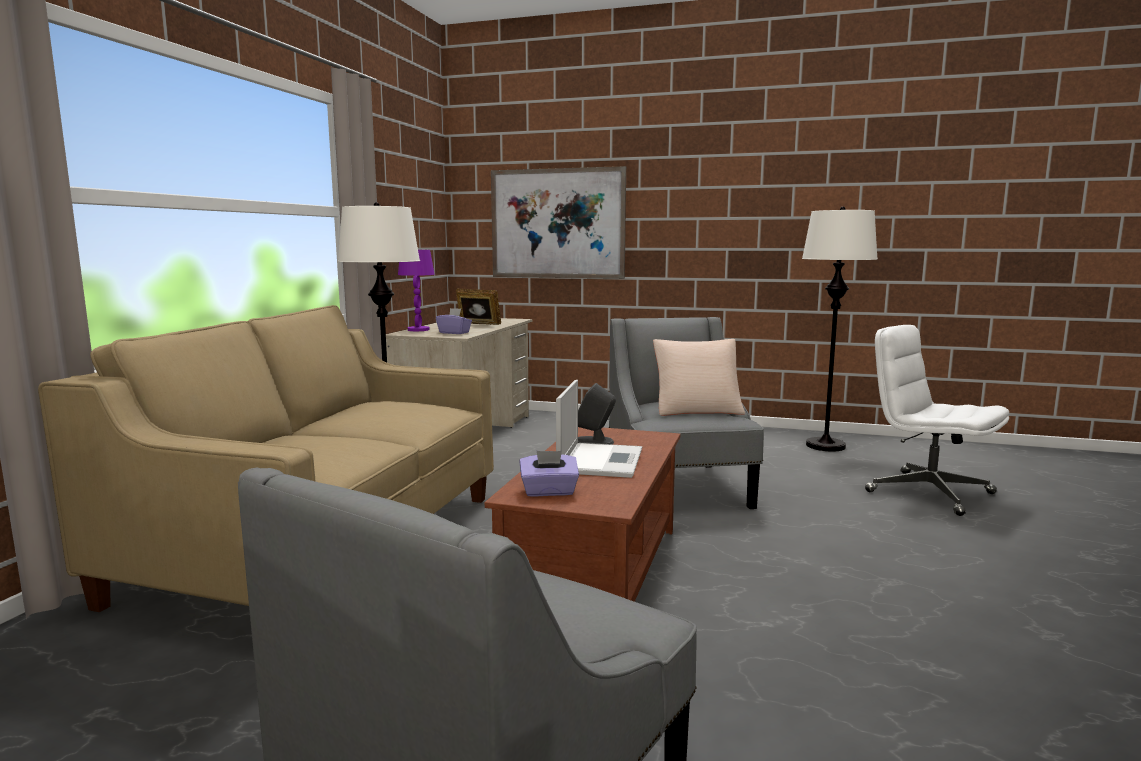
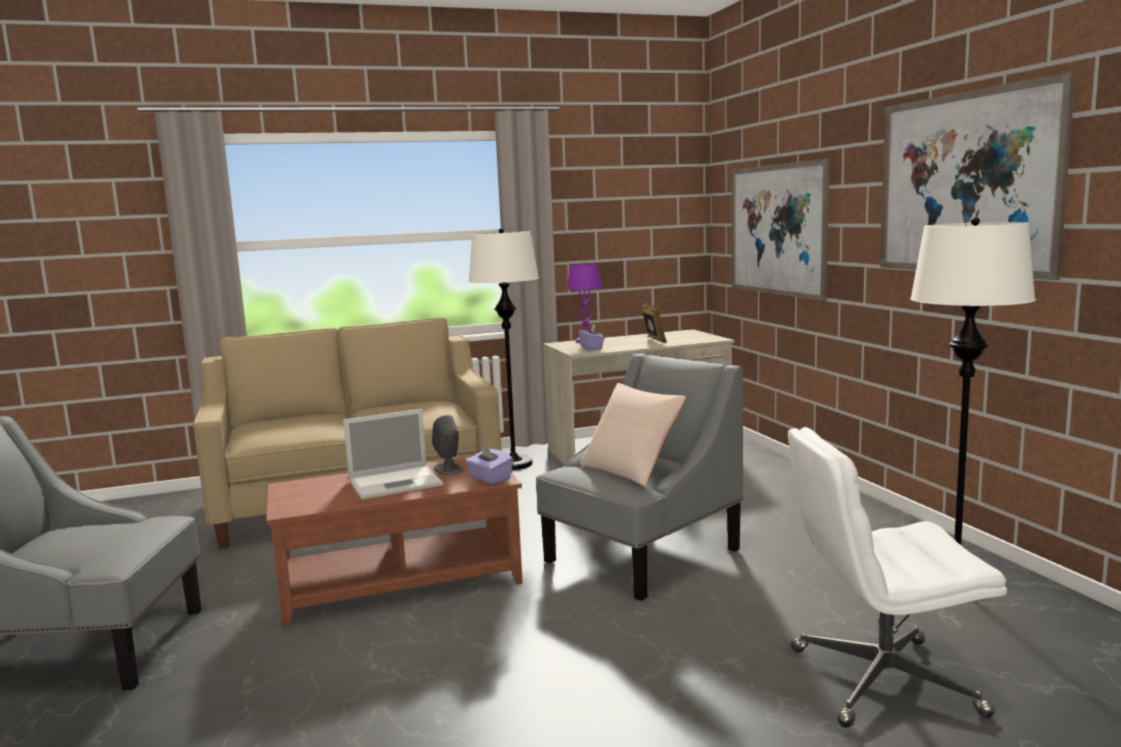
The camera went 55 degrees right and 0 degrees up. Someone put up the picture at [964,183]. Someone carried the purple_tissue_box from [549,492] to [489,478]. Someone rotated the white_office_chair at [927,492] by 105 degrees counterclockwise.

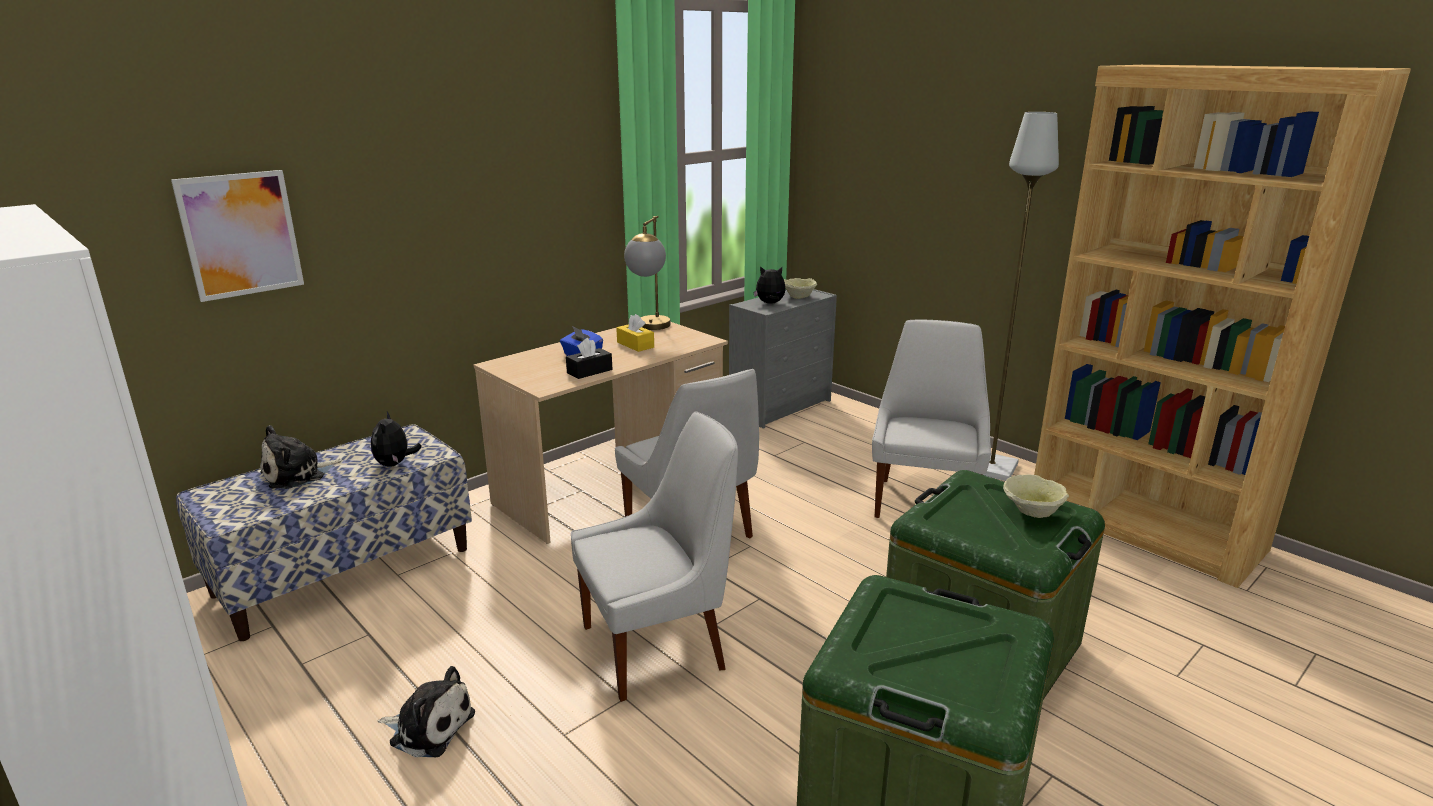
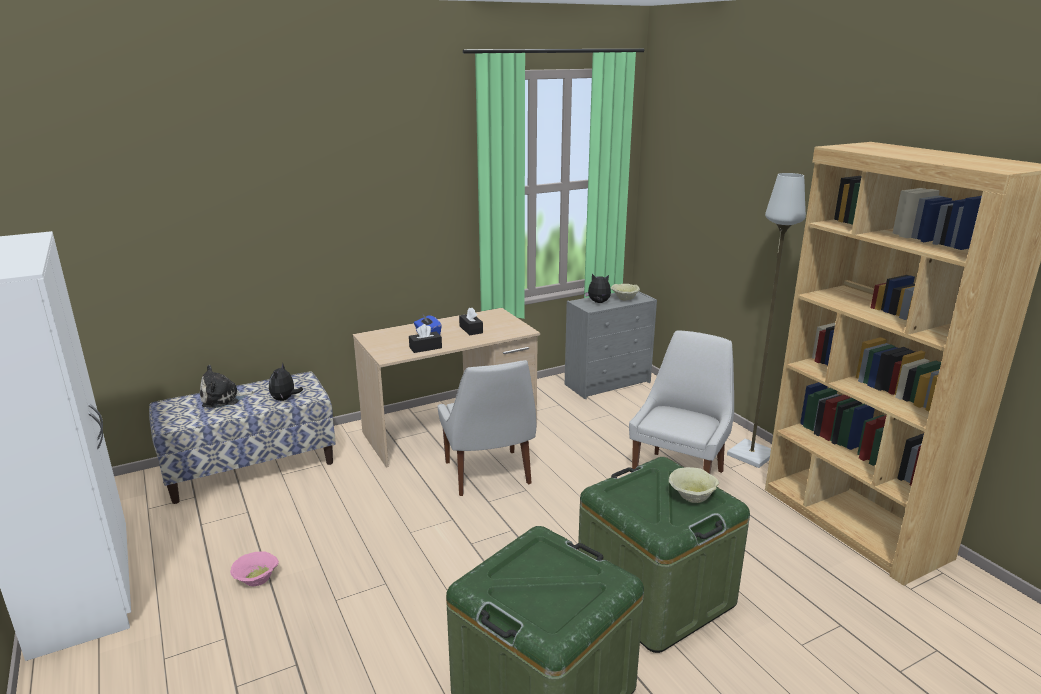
The camera went 15 degrees right and 0 degrees up. Someone took away the picture at [241,235]. Someone took away the white_chair at [659,646]. Someone took away the table_lamp at [650,328]. Someone swapped the plush_toy at [429,727] for the pink_bowl at [257,579]. Someone repainted the yellow_tissue_box at [635,345], which became the black_tissue_box at [471,329].

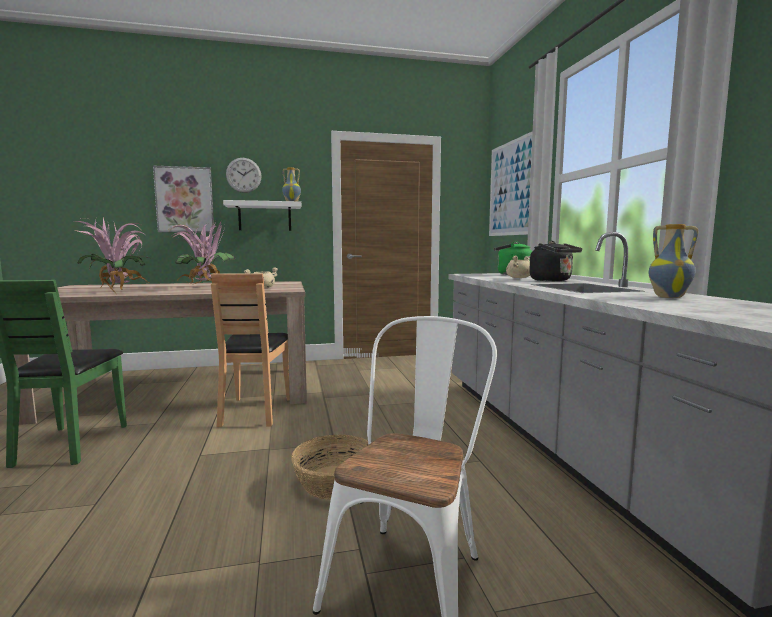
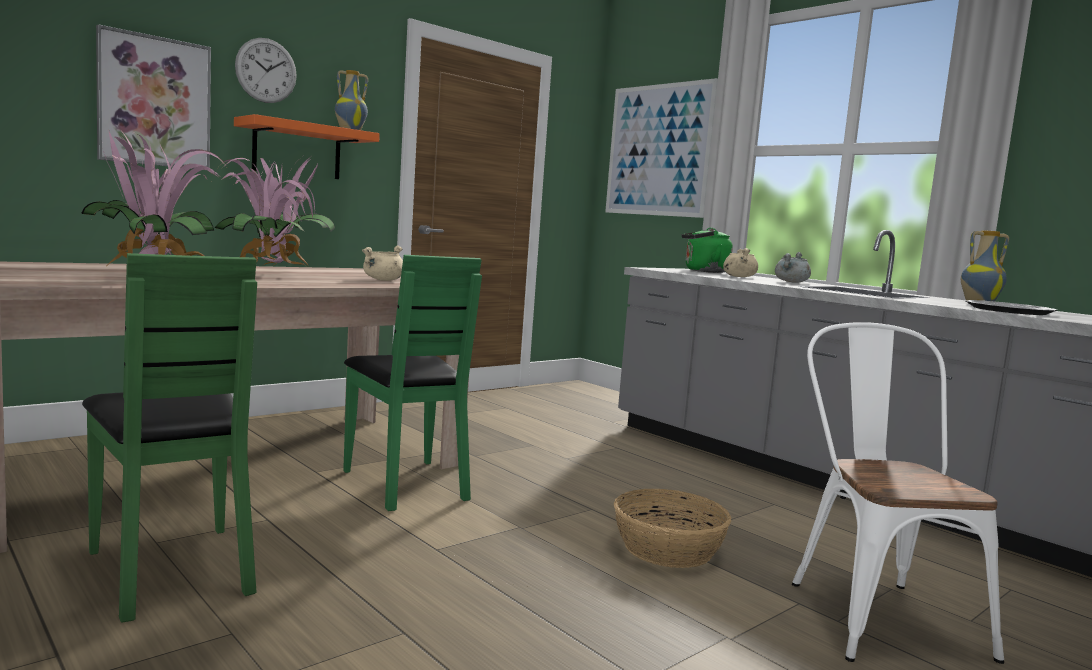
The camera went 30 degrees left and 0 degrees up. Someone put down the plate at [1009,311]. Someone swapped the black_kettle at [553,280] for the grey_cooking_pot at [791,282]. Someone repainted the brown_chair at [255,411], which became the green_chair at [406,484]. Someone repainted the white_shelf at [264,217], which became the orange_shelf at [297,150].

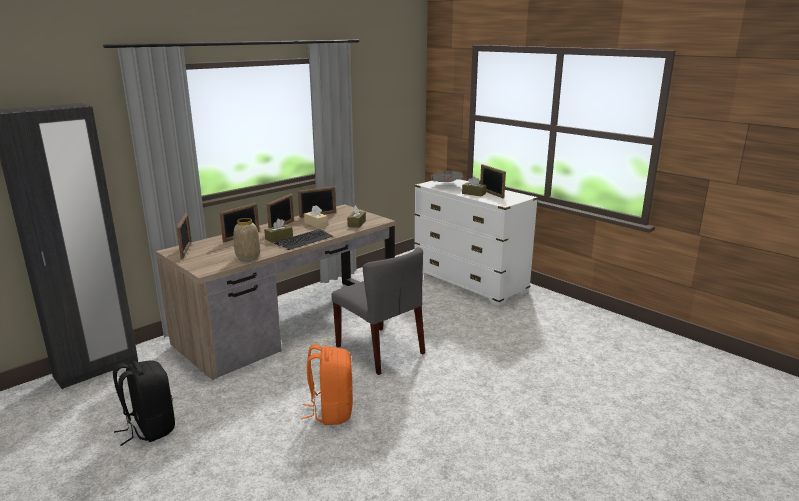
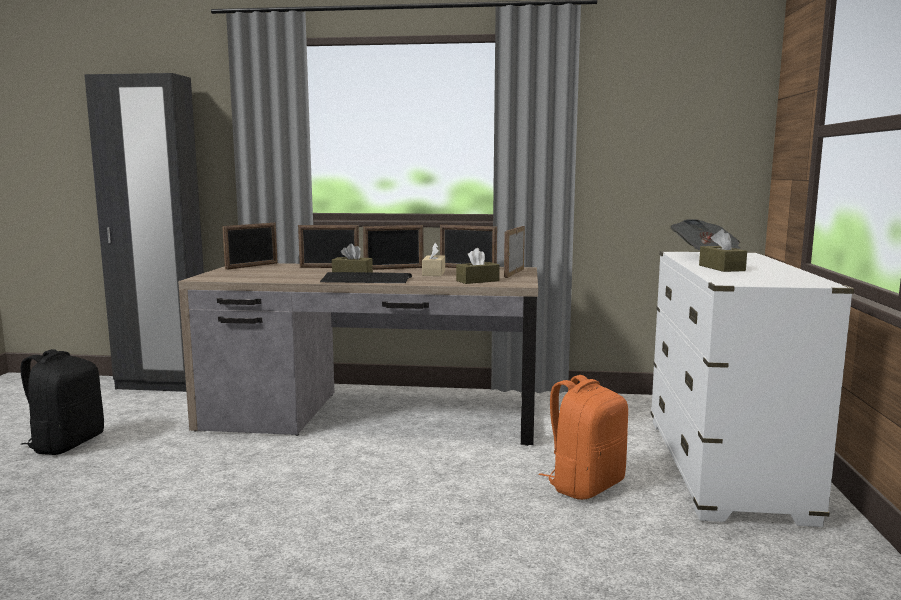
The camera went 50 degrees right and 10 degrees down. Someone took away the vase at [248,257]. Someone took away the grey_chair at [380,350]. Someone carried the orange_backpack from [331,412] to [584,485]. Someone carried the picture_frame from [491,194] to [514,273].

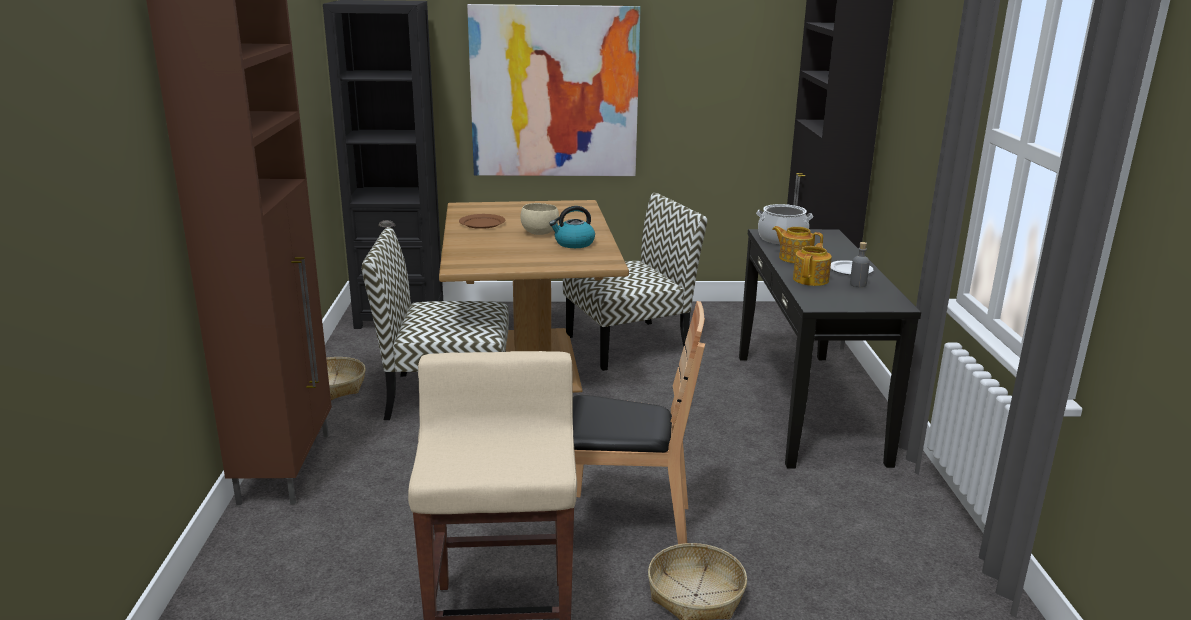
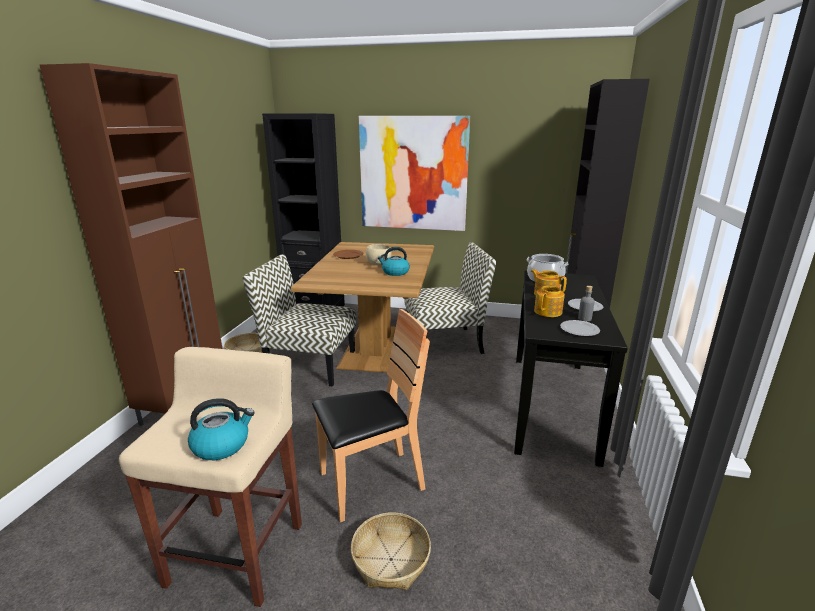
The camera went 15 degrees right and 0 degrees up. Someone put down the kettle at [222,445]. Someone put down the plate at [579,330]. Someone rotated the brown_chair at [625,524] by 45 degrees counterclockwise.

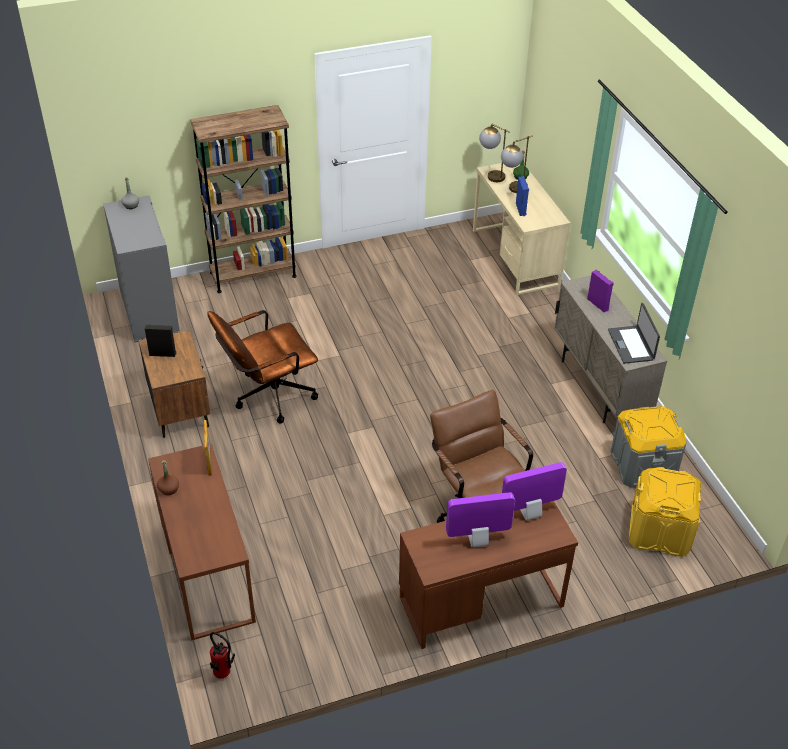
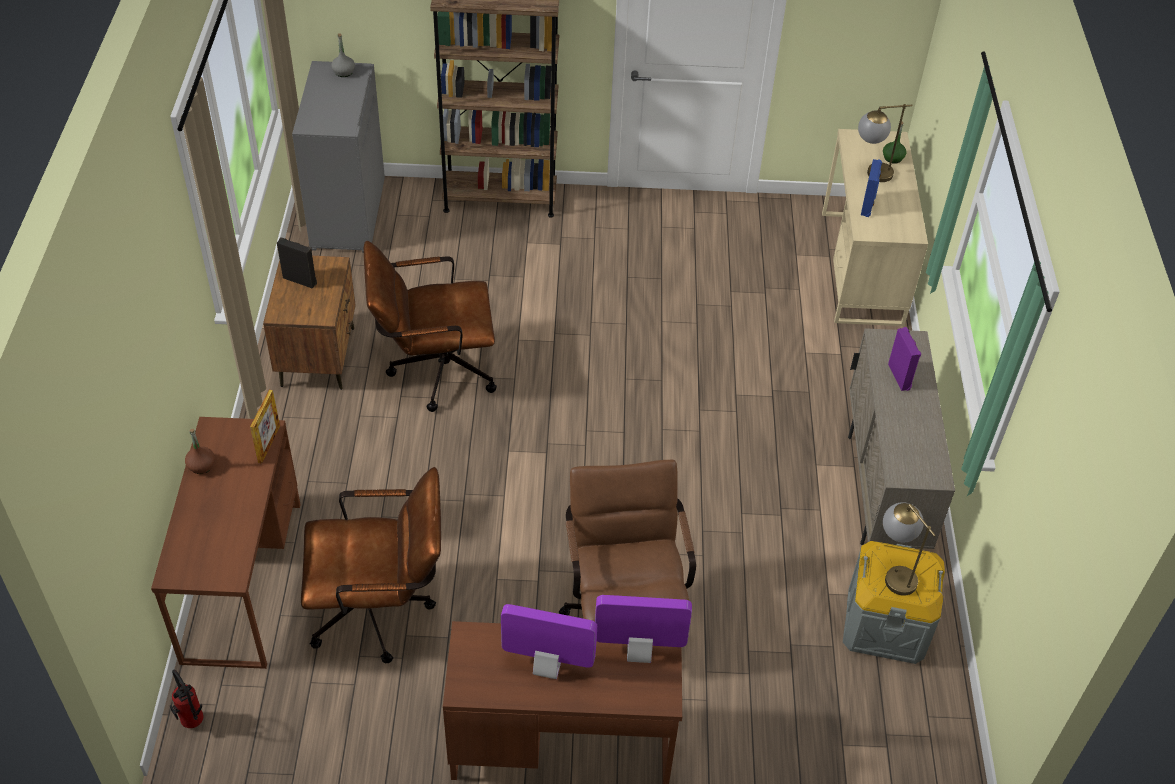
The camera went 20 degrees right and 5 degrees up. Someone took away the laptop at [631,345]. Someone took away the yellow_storage_box at [660,531]. Someone put down the brown_office_chair at [381,611]. Someone carried the table_lamp from [490,175] to [893,573].

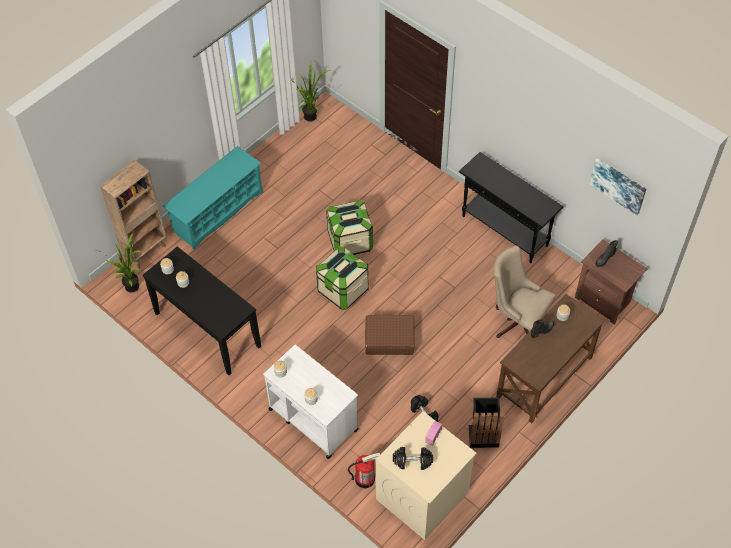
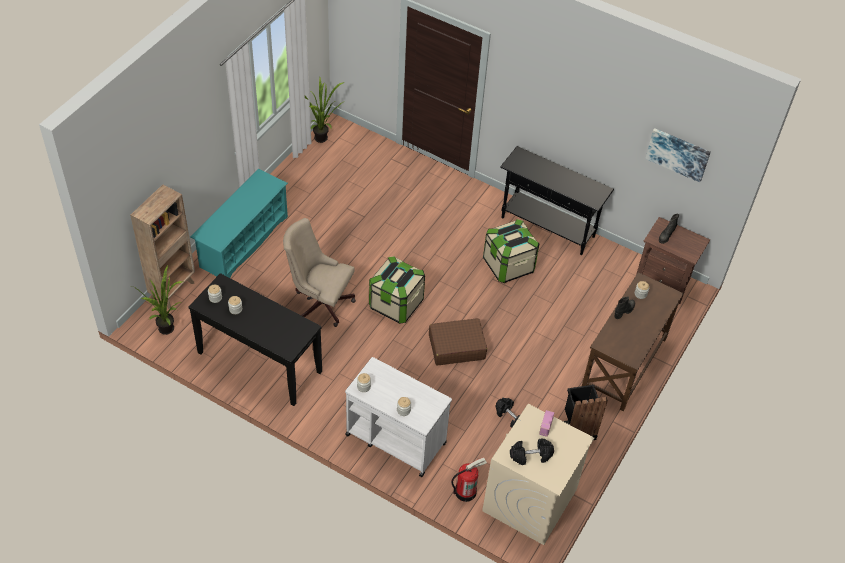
The camera went 15 degrees left and 5 degrees down. Someone carried the storage_box from [350,241] to [508,265]. Someone carried the beige_office_chair from [517,321] to [320,302].

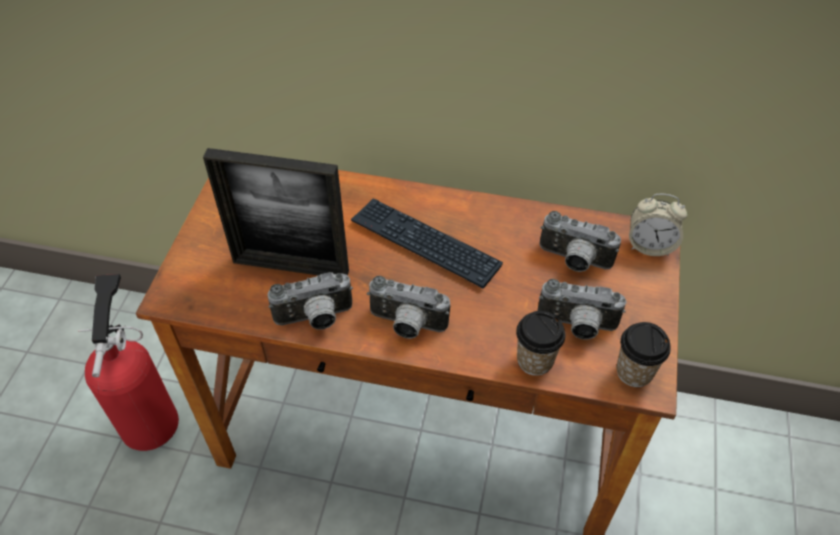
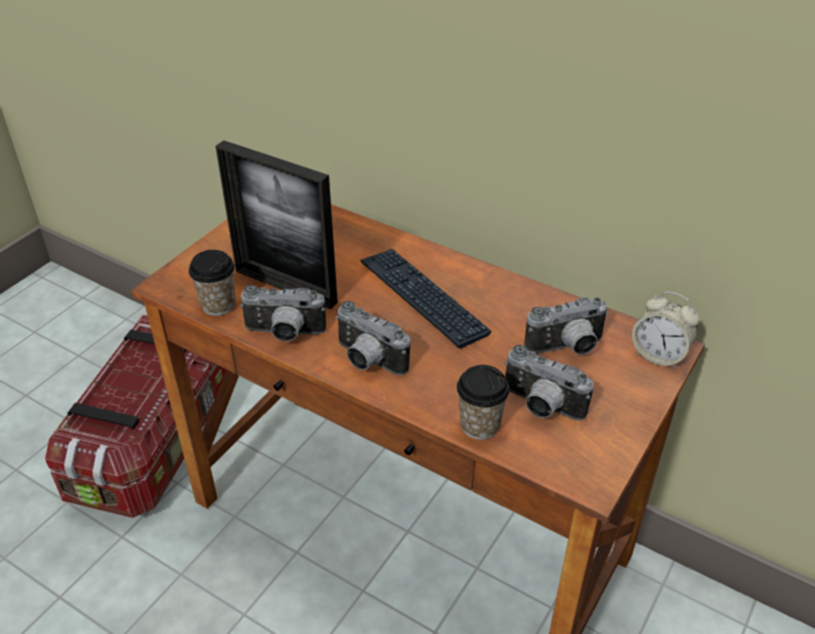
The camera went 20 degrees right and 10 degrees down. Someone carried the cup from [634,372] to [218,305]. Someone swapped the fire_extinguisher at [150,418] for the storage_box at [156,442]. Someone rotated the photo_camera at [573,261] by 60 degrees counterclockwise.

